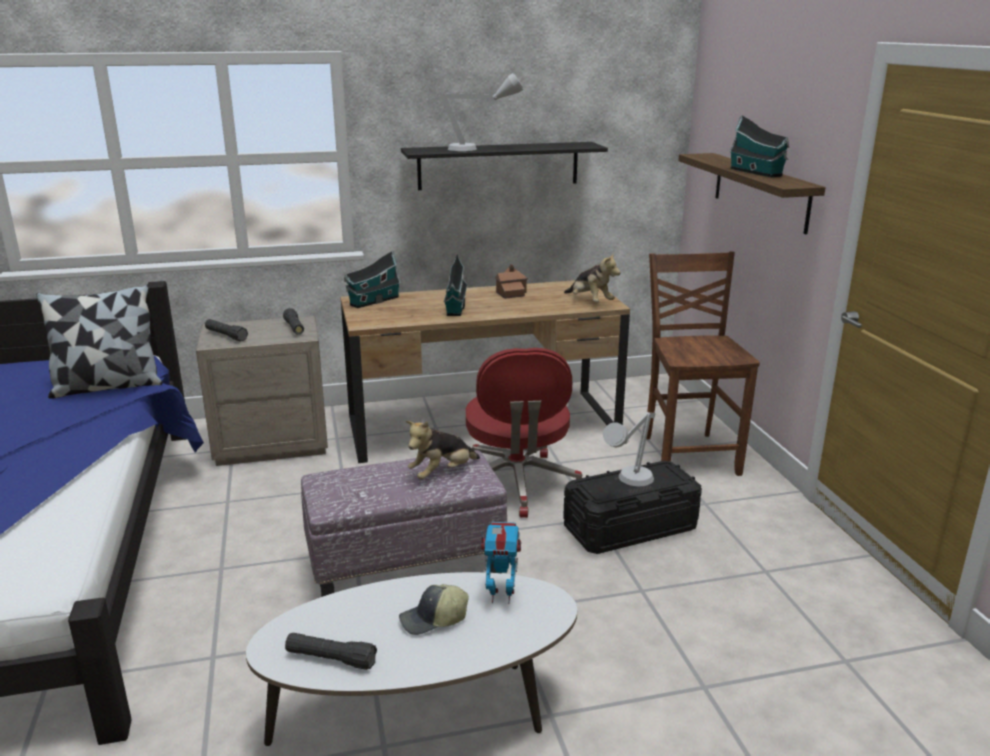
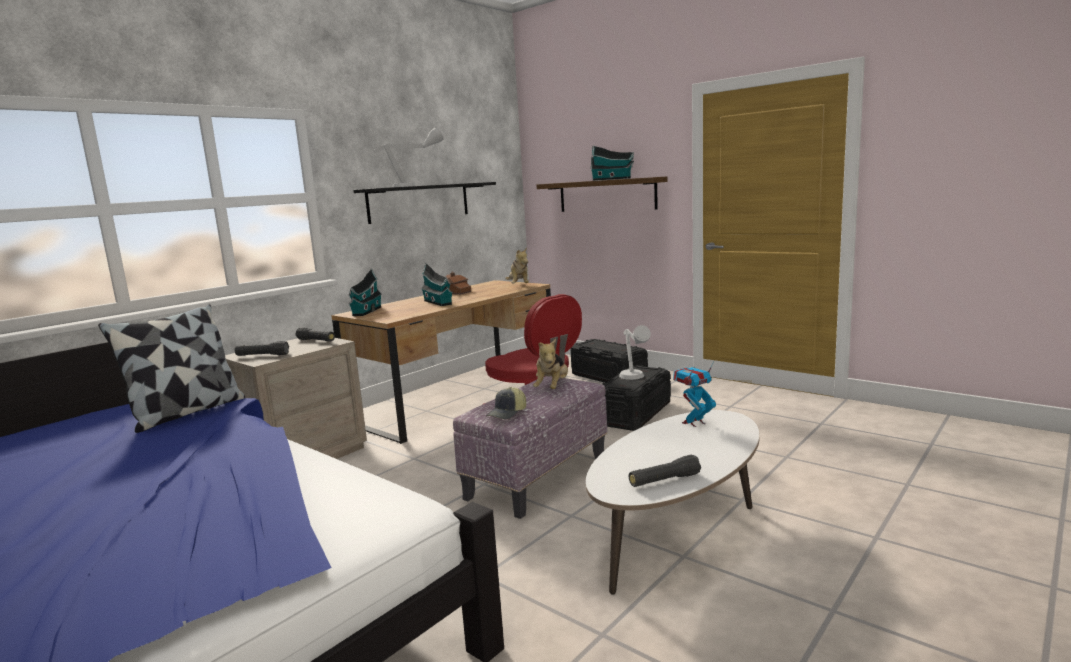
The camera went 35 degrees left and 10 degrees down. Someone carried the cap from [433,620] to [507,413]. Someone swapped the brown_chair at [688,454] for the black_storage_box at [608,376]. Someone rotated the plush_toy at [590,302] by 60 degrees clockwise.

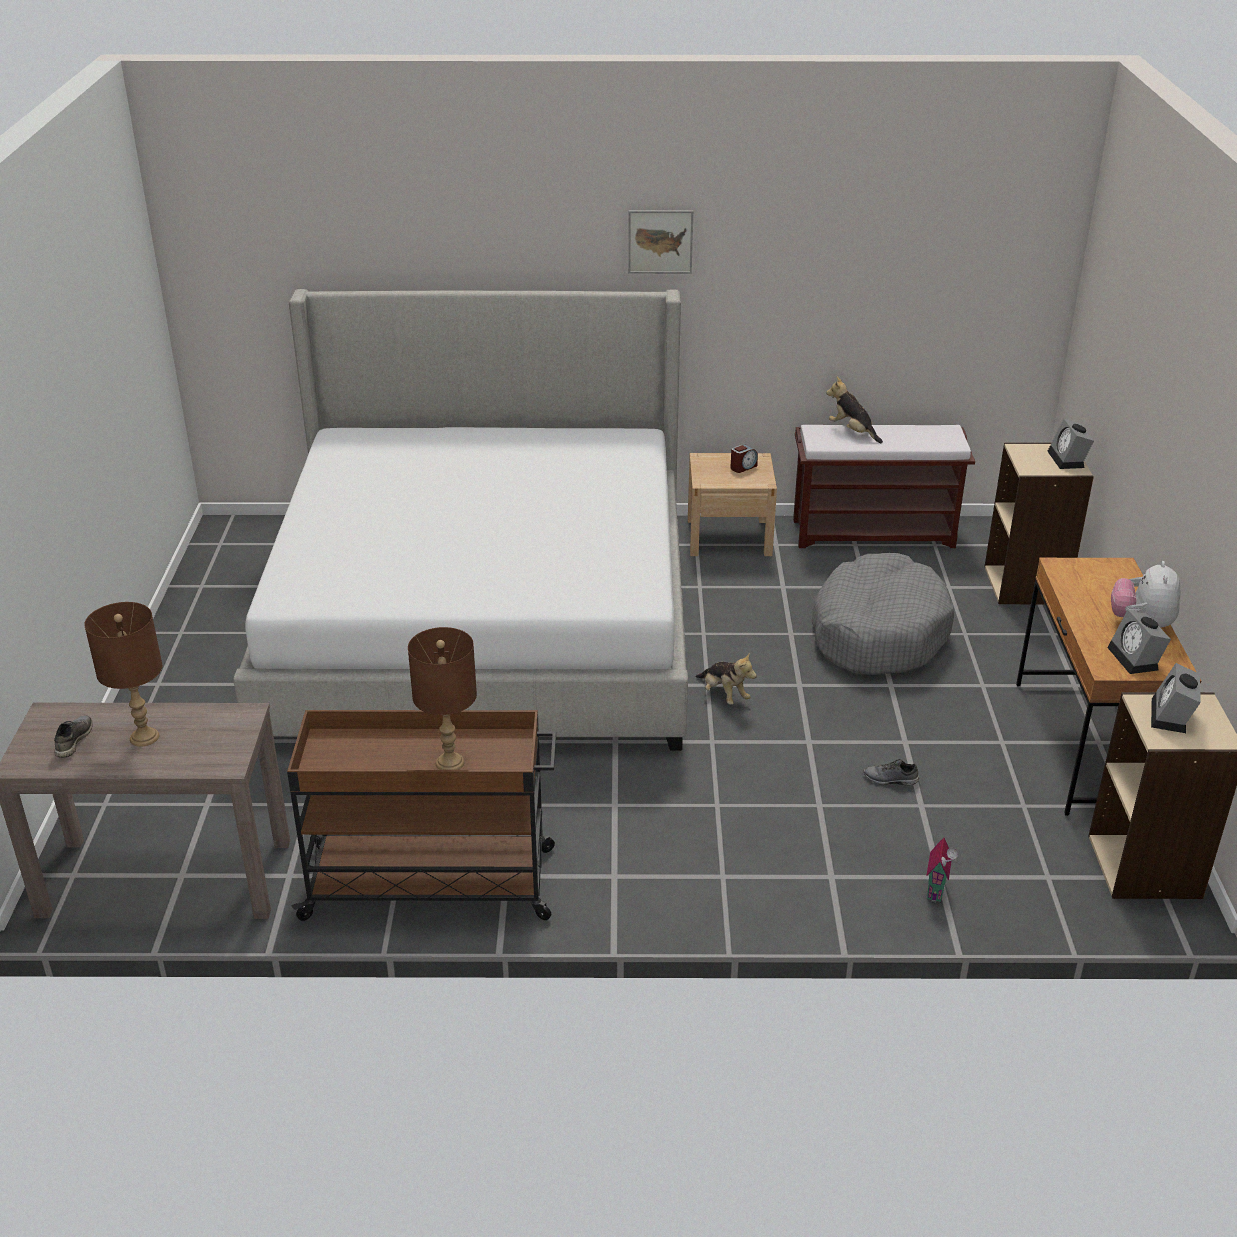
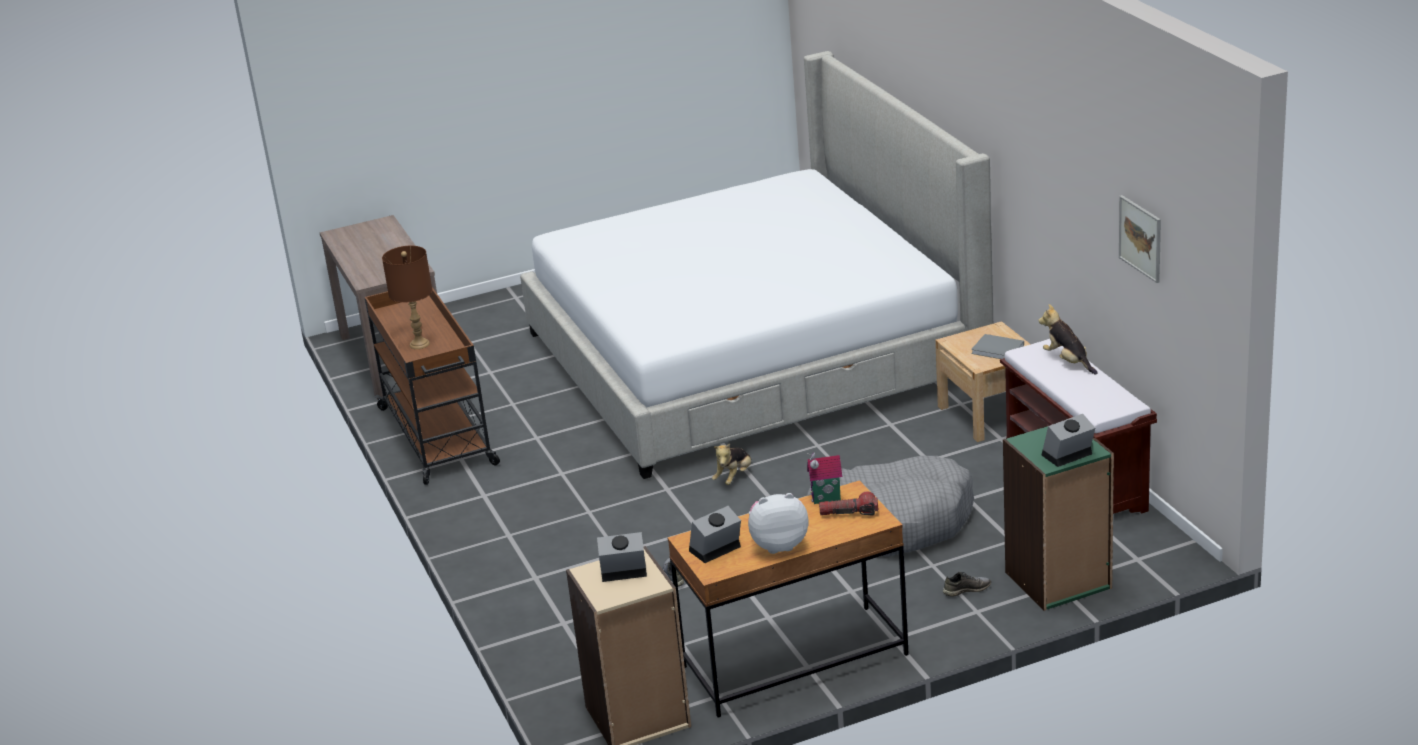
The camera went 70 degrees right and 5 degrees down. Someone took away the brown_table_lamp at [145,737]. Someone put down the flashlight at [849,513]. Someone carried the grey_shoe from [73,740] to [966,589]. Someone carried the picture from [660,241] to [1140,238]. Someone carried the toy_house from [937,891] to [826,500]. Someone swapped the alarm_clock at [743,467] for the grey_book at [999,349]. Someone repainted the beige_bookcase at [1026,585], which became the green_bookcase at [1058,581]. Someone rotated the plush_toy at [852,432] by 60 degrees counterclockwise.

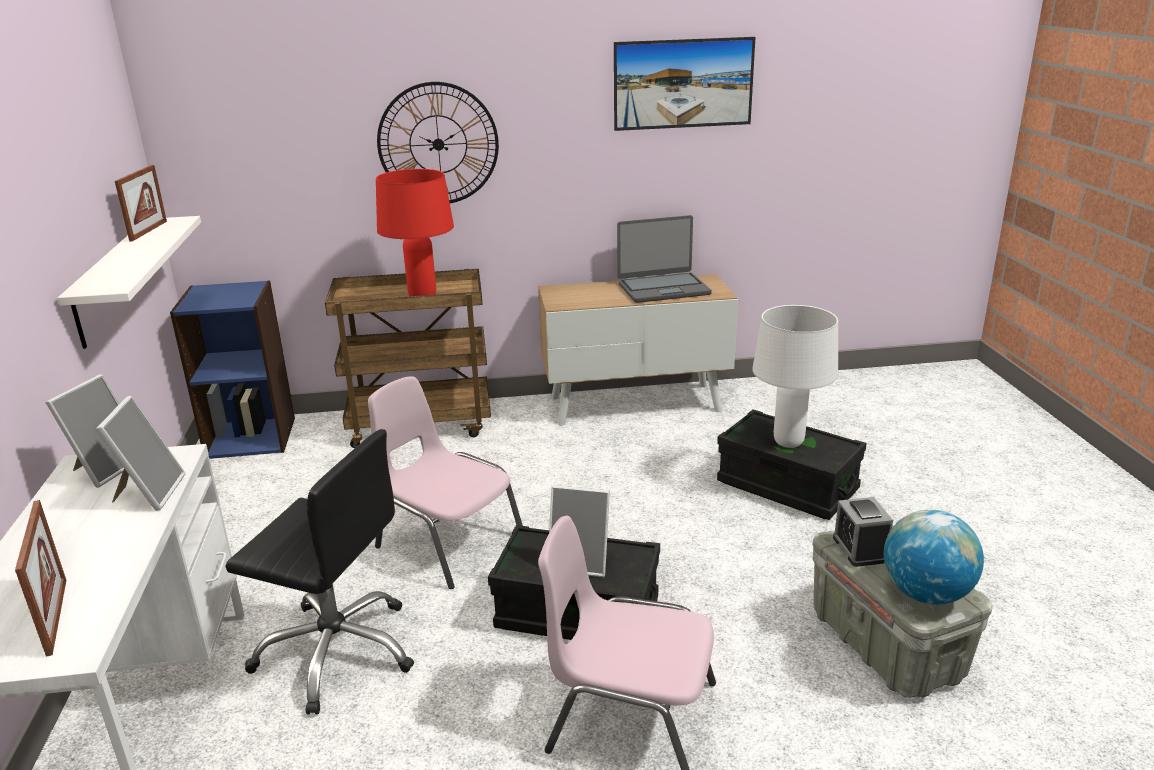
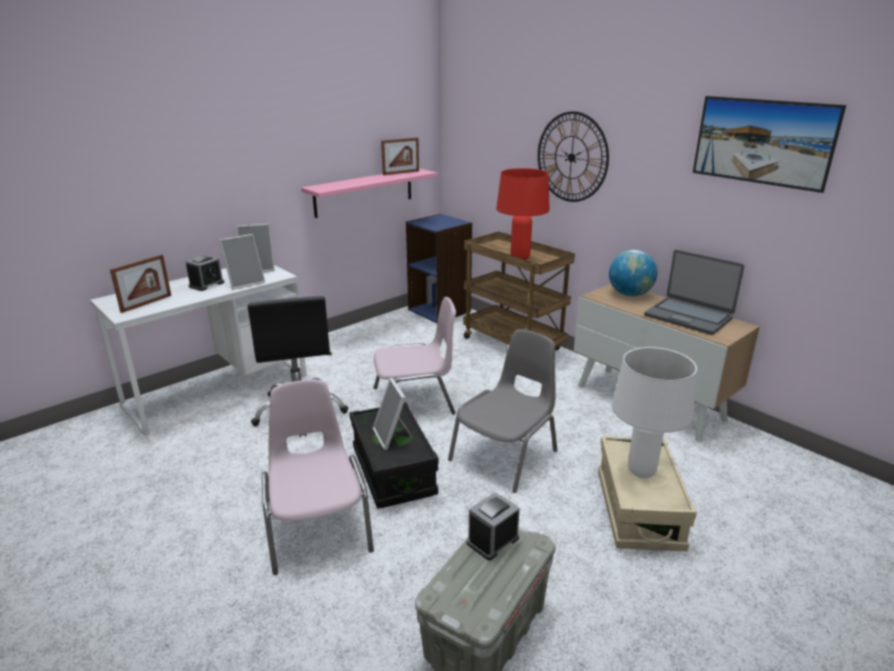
The camera went 55 degrees right and 0 degrees up. Someone put down the alarm_clock at [206,284]. Someone put down the grey_chair at [506,455]. Someone carried the globe from [926,593] to [630,294]. Someone repainted the white_shelf at [114,280], which became the pink_shelf at [364,192]. Someone repainted the black_storage_box at [787,486], which became the beige_storage_box at [638,510]. Someone rotated the pink_chair at [448,541] by 75 degrees clockwise.

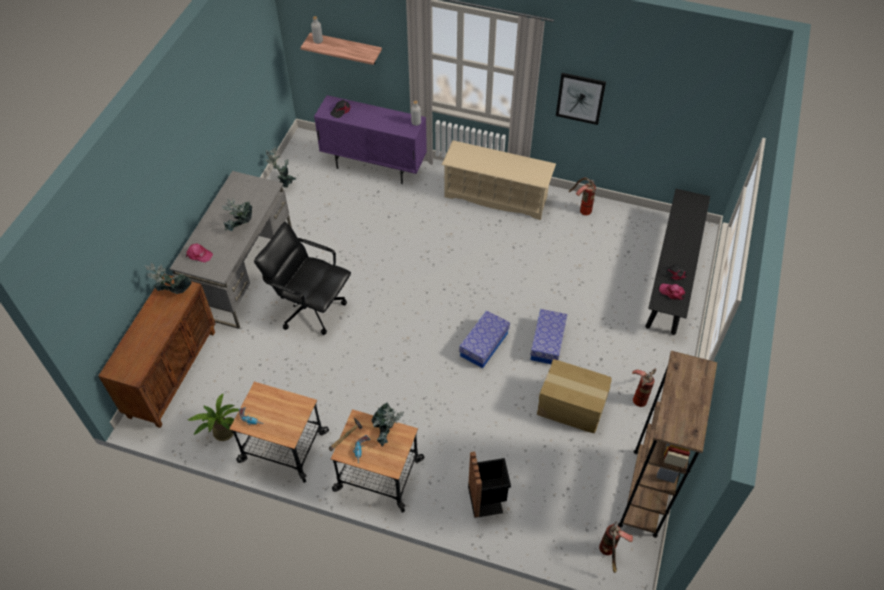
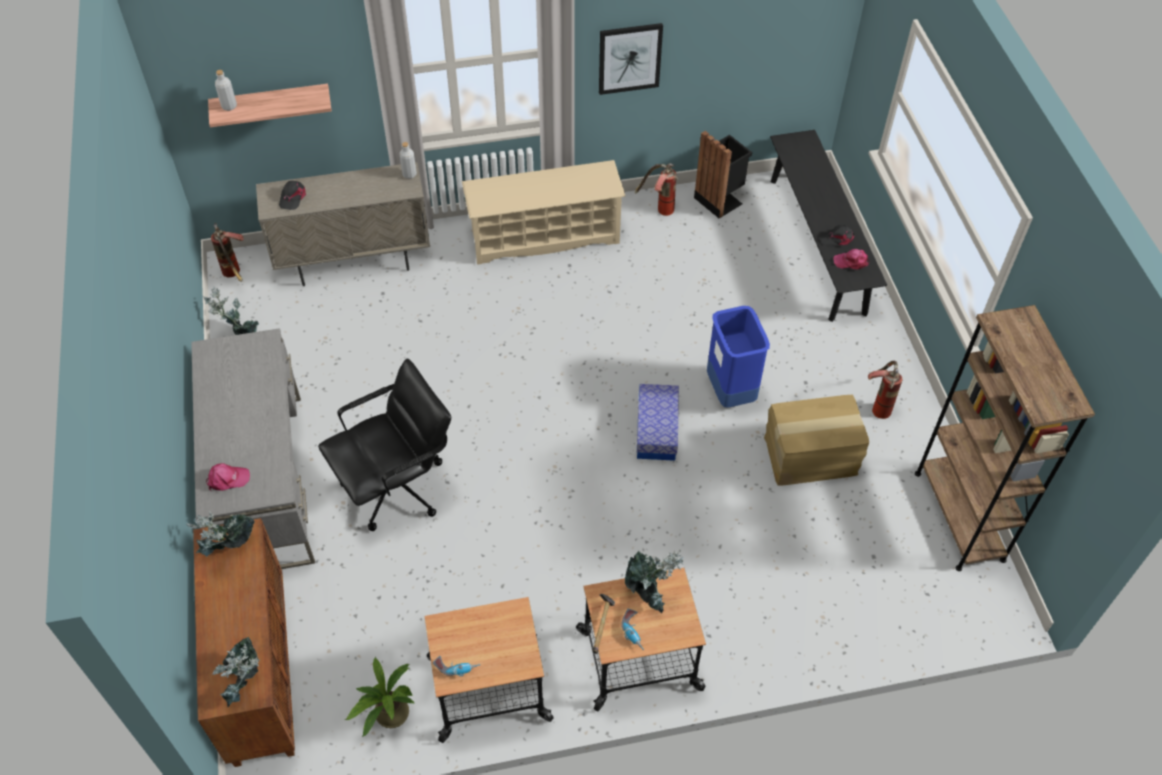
The camera went 30 degrees left and 0 degrees up. Someone carried the potted_plant from [241,227] to [246,683]. Someone carried the black_trash_can from [487,499] to [719,199]. Someone carried the fire_extinguisher from [609,554] to [235,274]. Someone swapped the storage_box at [547,342] for the blue_trash_can at [730,391]. Someone repainted the purple_cabinet at [374,166], which became the beige_cabinet at [354,262]. Someone rotated the black_office_chair at [310,307] by 150 degrees clockwise.

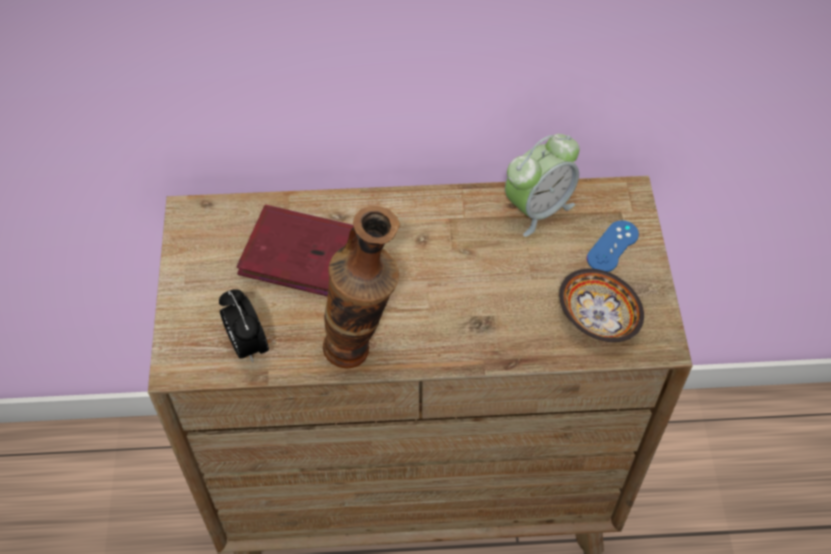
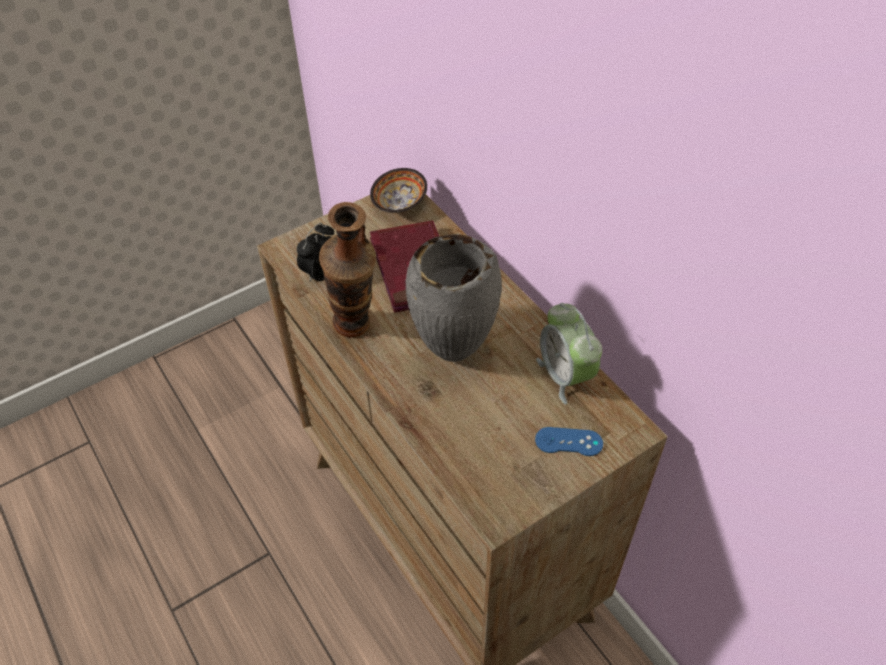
The camera went 60 degrees right and 5 degrees down. Someone put down the grey_vase at [453,355]. Someone carried the bowl from [597,320] to [398,204]. Someone rotated the alarm_clock at [538,209] by 45 degrees clockwise.

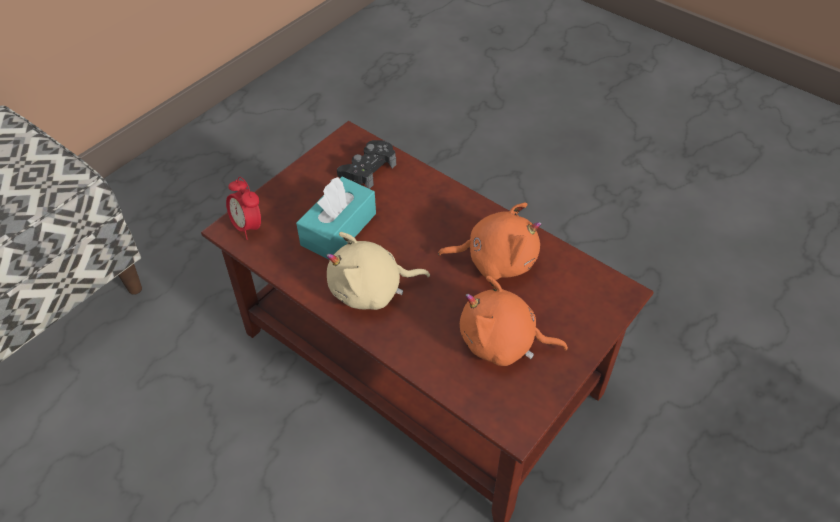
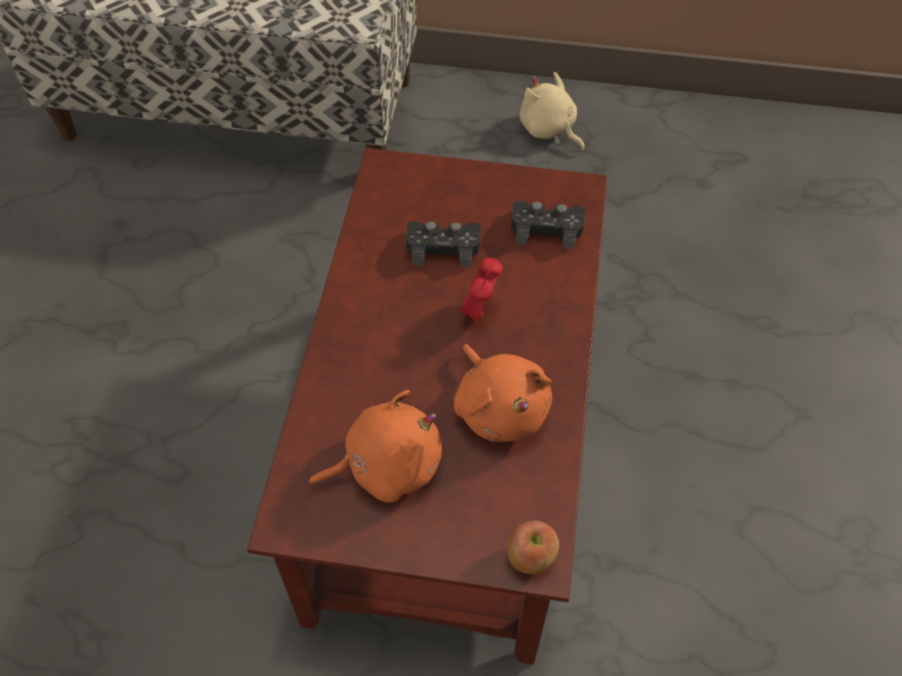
The camera went 60 degrees right and 5 degrees up. Someone put down the apple at [531,557]. Someone carried the alarm_clock from [248,227] to [479,312]. Someone carried the beige_plush_toy from [371,290] to [549,129]. Someone swapped the turquoise_tissue_box at [338,229] for the black_game_controller at [443,247]. Someone rotated the orange_plush_toy at [502,342] by 90 degrees clockwise.

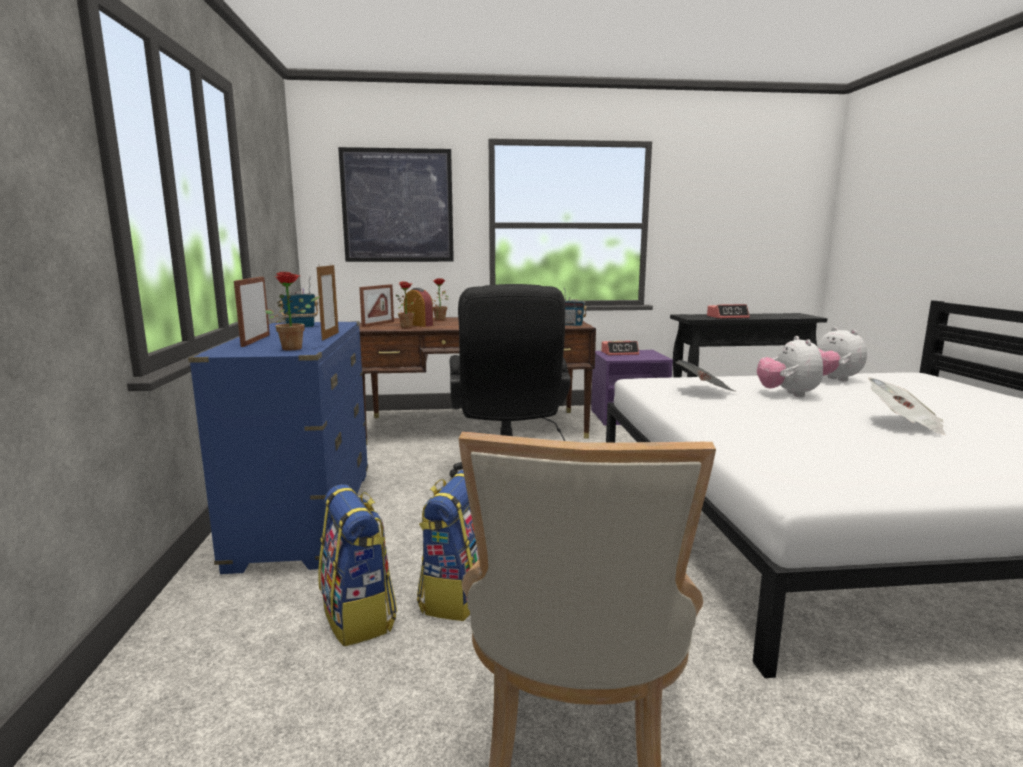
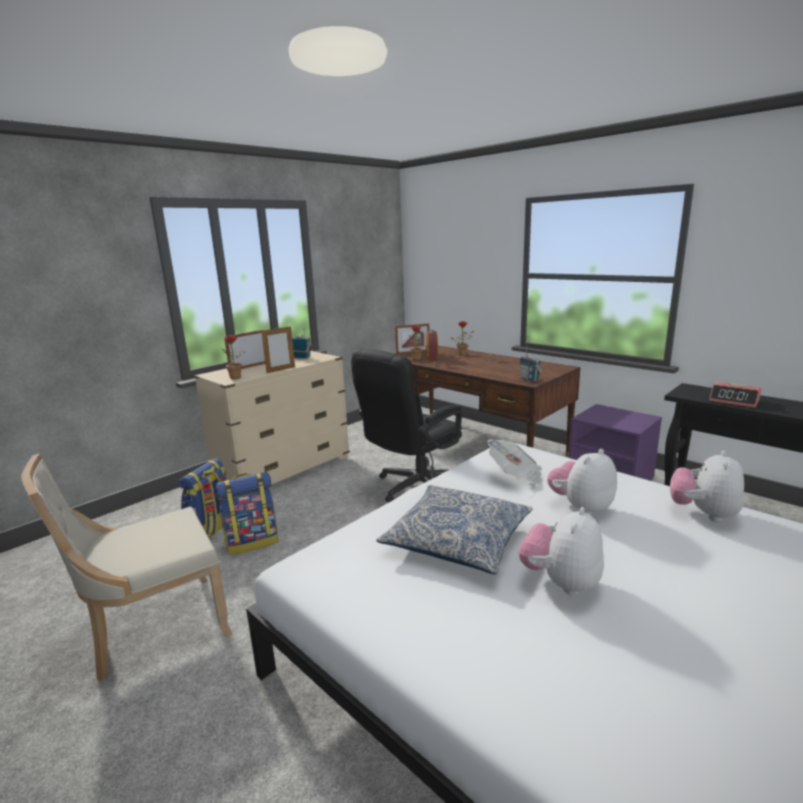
The camera went 50 degrees right and 5 degrees up. Someone took away the picture at [397,206]. Someone took away the alarm_clock at [620,353]. Someone put down the pillow at [457,540]. Someone swapped the newspaper at [905,425] for the plush_toy at [561,582]. Someone repainted the blue_dresser at [306,517], which became the beige_dresser at [284,470].

